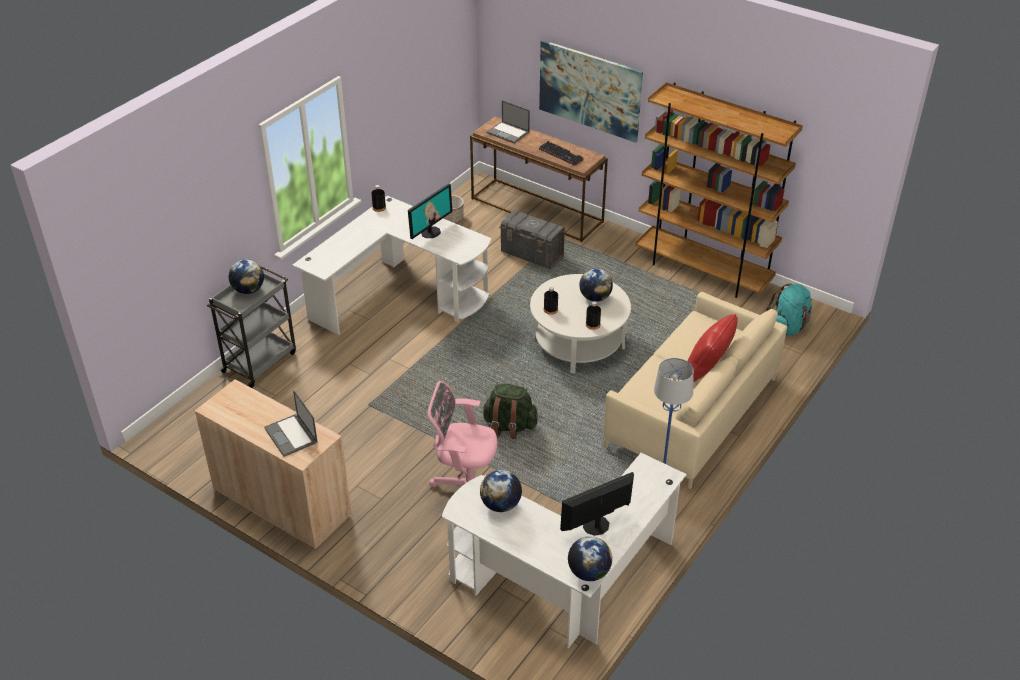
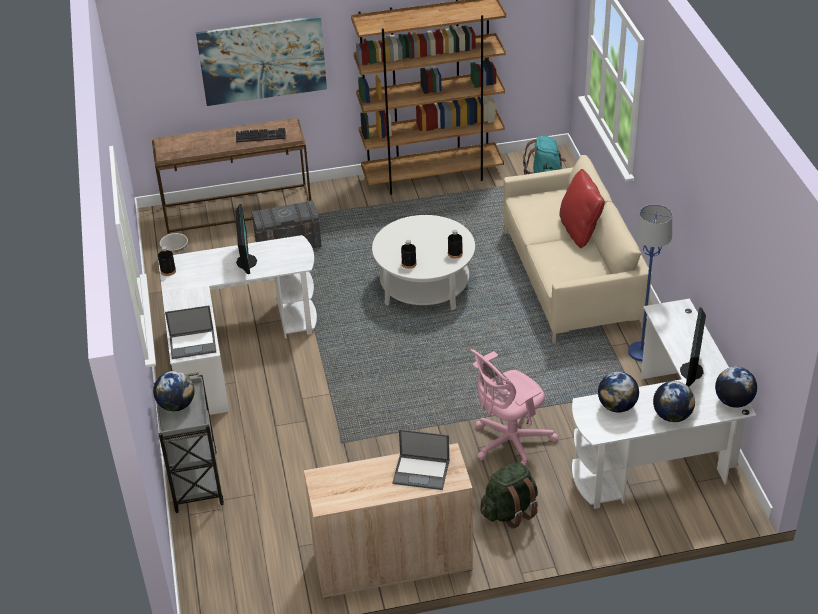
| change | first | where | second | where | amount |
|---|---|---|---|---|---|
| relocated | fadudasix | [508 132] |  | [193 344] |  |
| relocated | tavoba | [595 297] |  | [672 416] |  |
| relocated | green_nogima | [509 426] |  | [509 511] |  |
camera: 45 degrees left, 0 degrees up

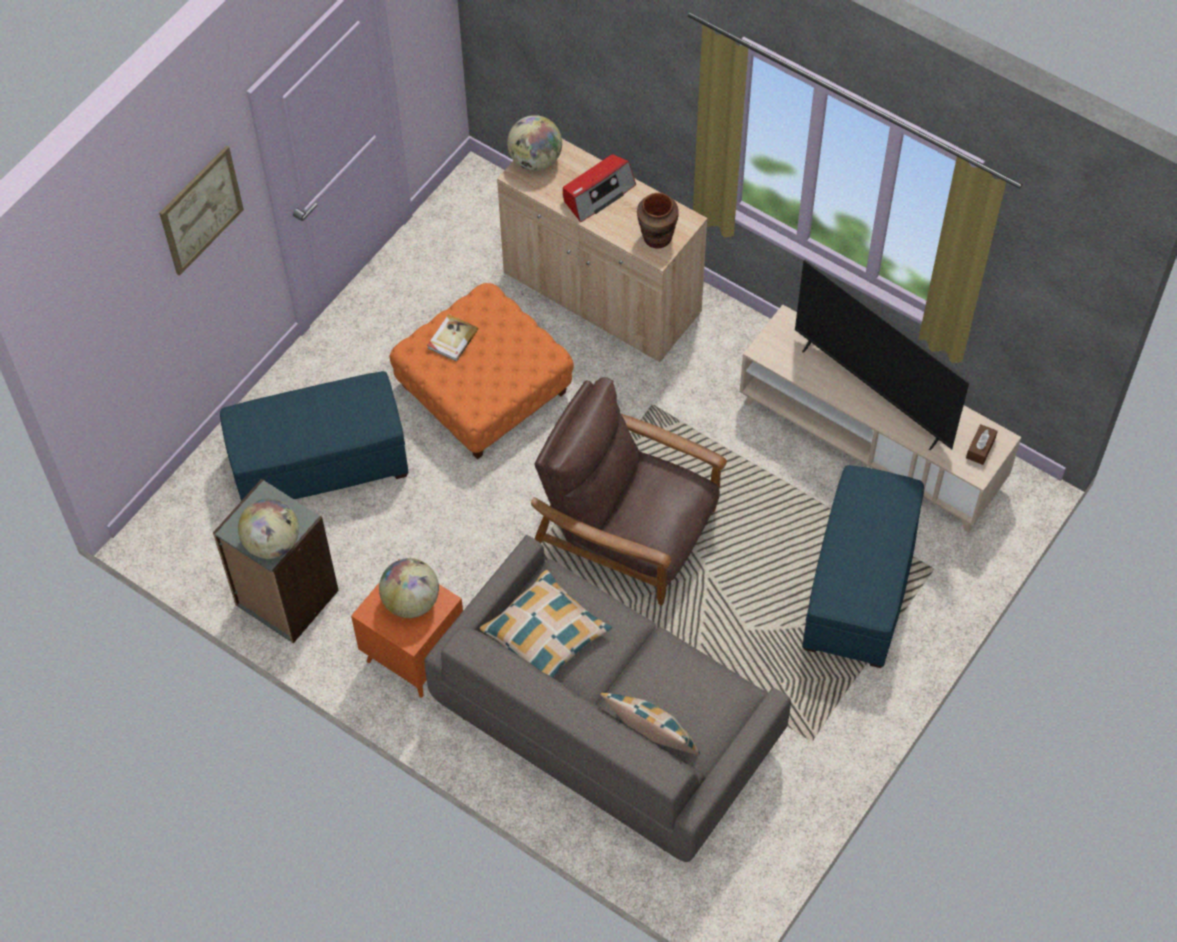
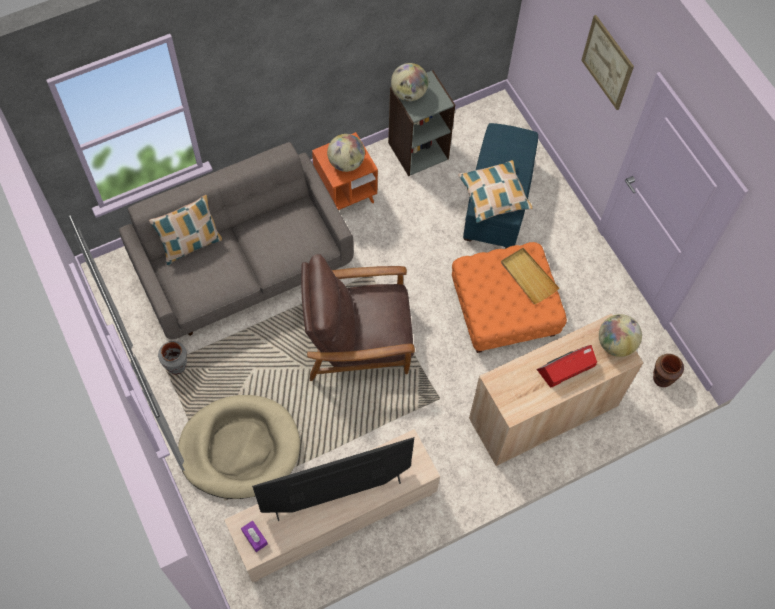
| change | first | where | second | where | amount |
|---|---|---|---|---|---|
| spun | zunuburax | [598 194] |  | [566 368] | 75 degrees clockwise |
| relocated | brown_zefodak | [657 238] |  | [662 378] |  |
| exchanged | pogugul | [452 339] | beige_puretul | [528 277] |  |
| spun | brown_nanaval | [628 530] |  | [358 339] | 150 degrees counterclockwise |
| colour | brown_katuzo | [980 448] | purple_katuzo | [254 537] |  |
| exchanged | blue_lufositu | [859 587] | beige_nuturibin | [240 448] |  |
| relocated | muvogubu | [545 634] |  | [494 195] |  |
| appeared |  |  | grey_zefodak | [176 366] |  |
camera: 115 degrees right, 5 degrees up

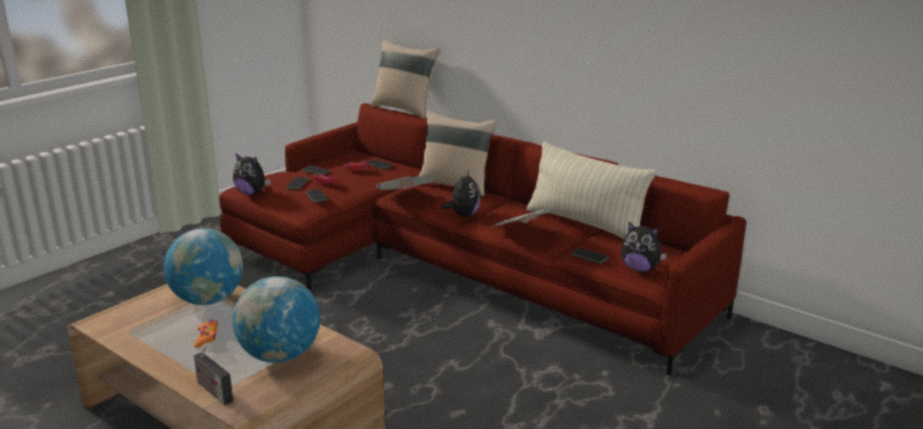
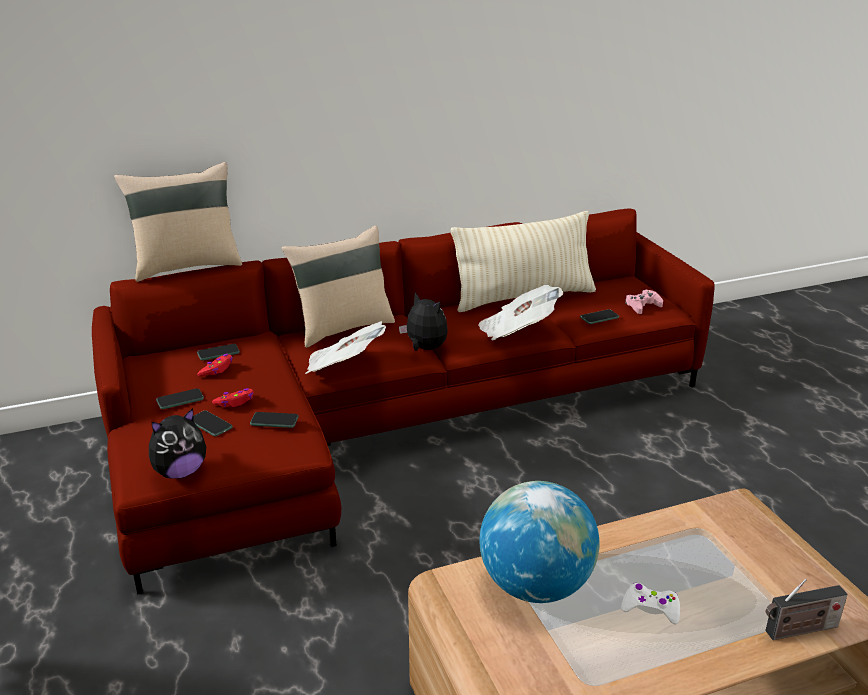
| change | first | where | second | where | amount |
|---|---|---|---|---|---|
| exchanged | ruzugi | [640 269] | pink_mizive | [642 306] |  |
| missing | tavoba | [280 356] |  |  |  |
| colour | orange_mizive | [207 337] | white_mizive | [650 608] |  |
camera: 60 degrees left, 5 degrees up

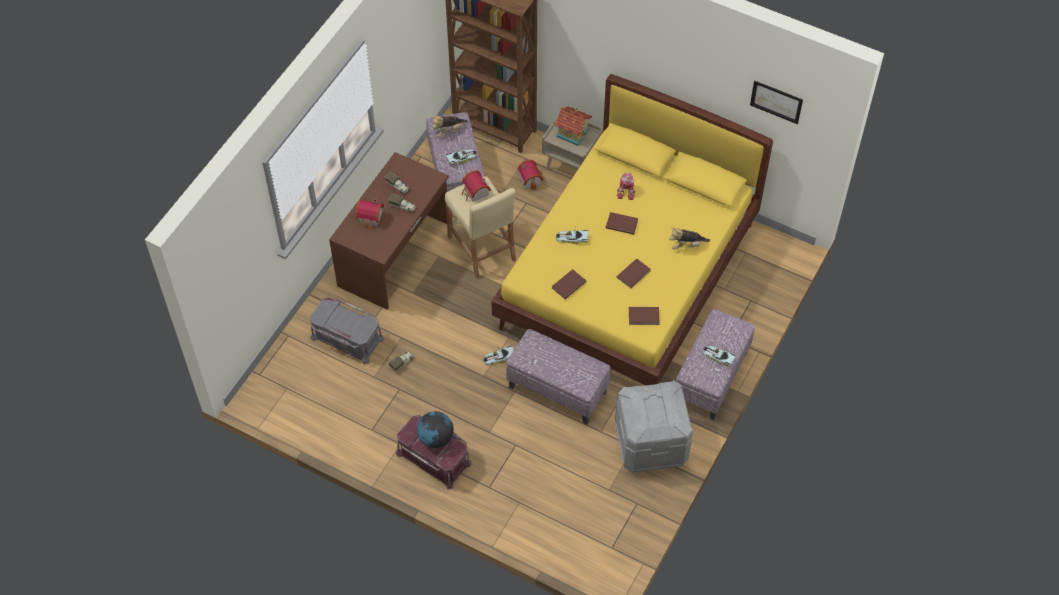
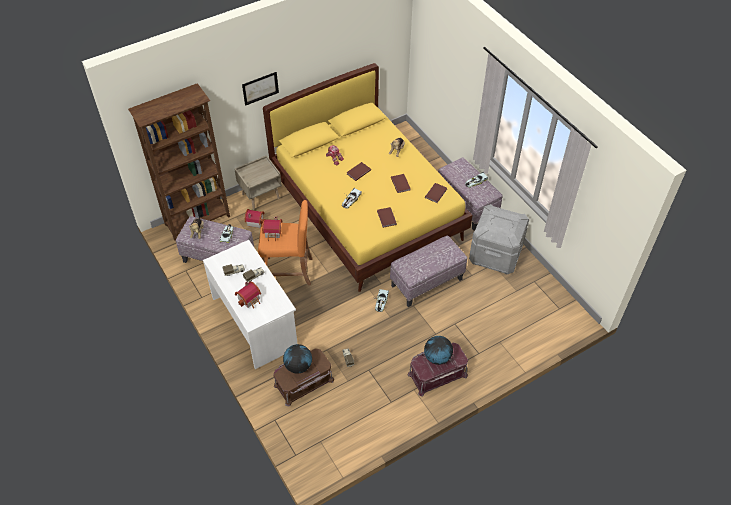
| change | first | where | second | where | amount |
|---|---|---|---|---|---|
| relocated | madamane | [776 102] |  | [260 88] |  |
| missing | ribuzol | [573 132] |  |  |  |
| colour | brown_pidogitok | [395 254] | white_pidogitok | [255 322] |  |
| colour | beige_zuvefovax | [481 248] | orange_zuvefovax | [288 271] |  |
| colour | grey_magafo | [346 338] | brown_magafo | [304 383] |  |
| appeared |  |  | tavoba | [298 366] |  |
camera: 60 degrees left, 5 degrees down

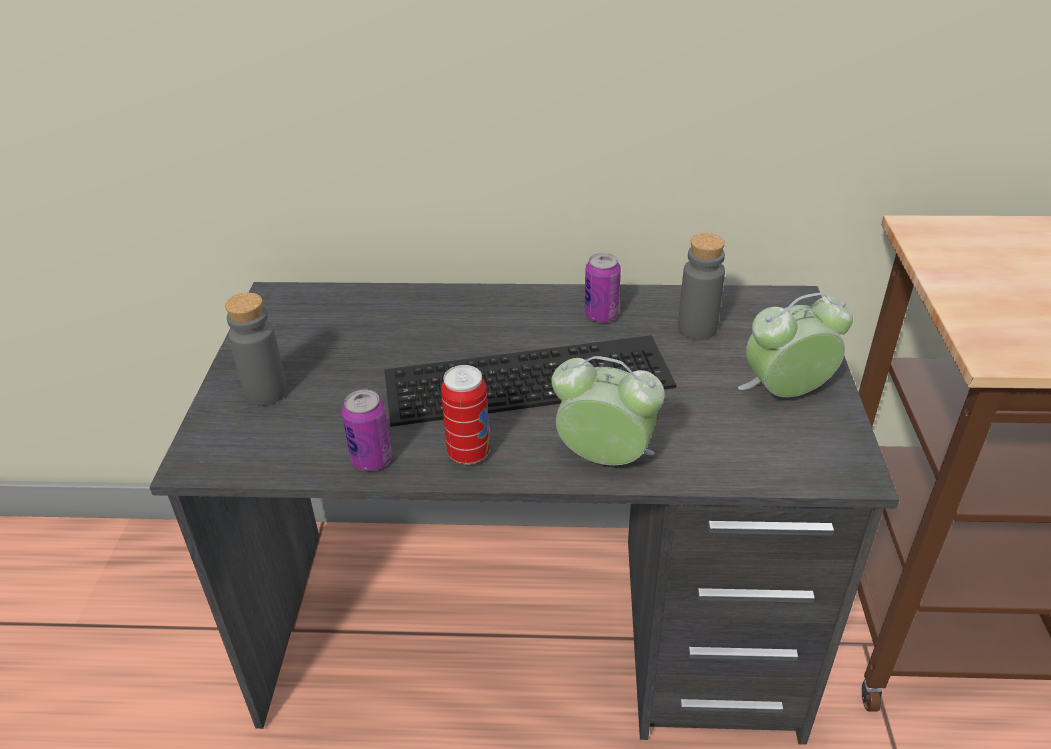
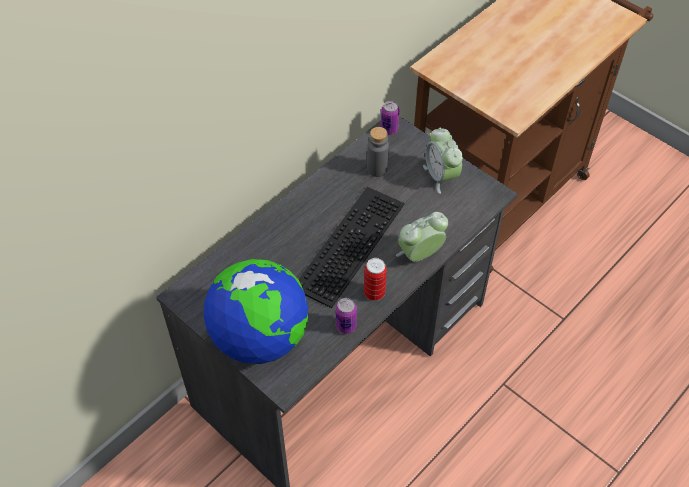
| change | first | where | second | where | amount |
|---|---|---|---|---|---|
| relocated | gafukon | [601 315] |  | [389 130] |  |
| exchanged | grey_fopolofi | [266 392] | tavoba | [260 338] |  |
| spun | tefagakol | [786 393] |  | [441 176] | 45 degrees counterclockwise |
camera: 50 degrees left, 15 degrees up

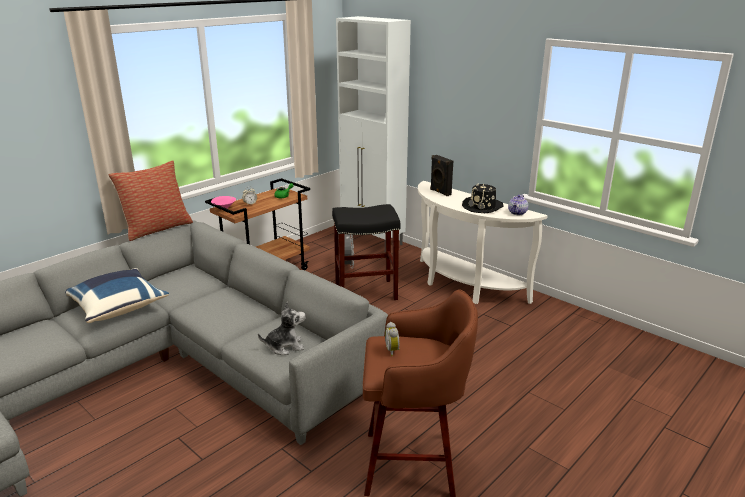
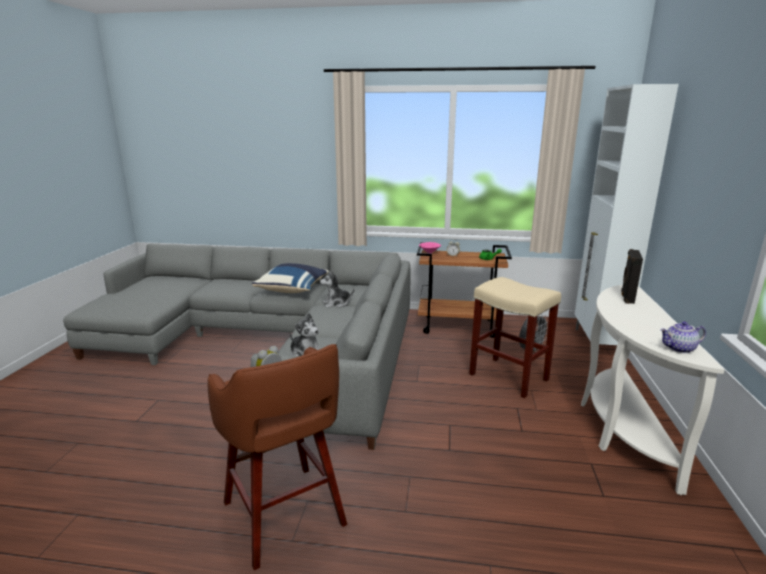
| change | first | where | second | where | amount |
|---|---|---|---|---|---|
| missing | muvogubu | [157 228] |  |  |  |
| missing | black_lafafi | [483 206] |  |  |  |
| colour | black_zuvefovax | [366 291] | beige_zuvefovax | [509 377] |  |
| appeared |  |  | ruzugi | [336 303] |  |
camera: 55 degrees right, 5 degrees down

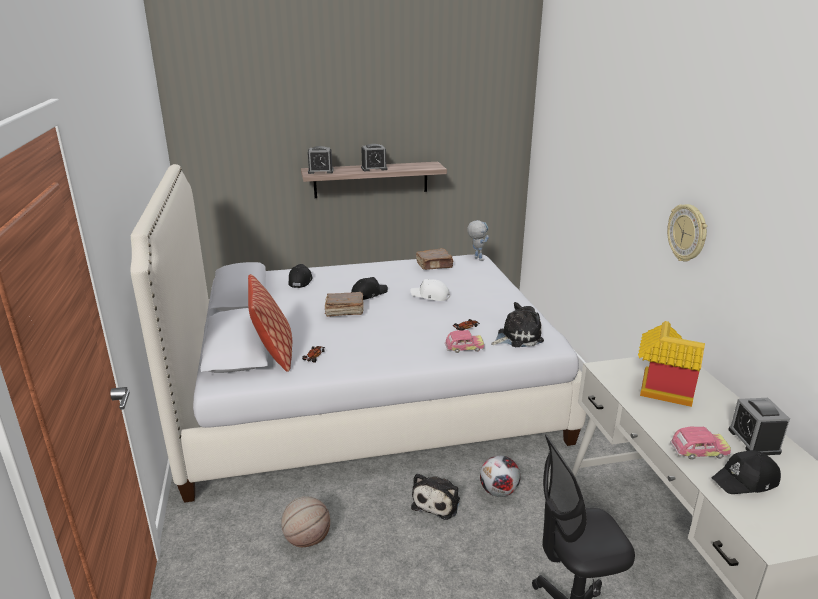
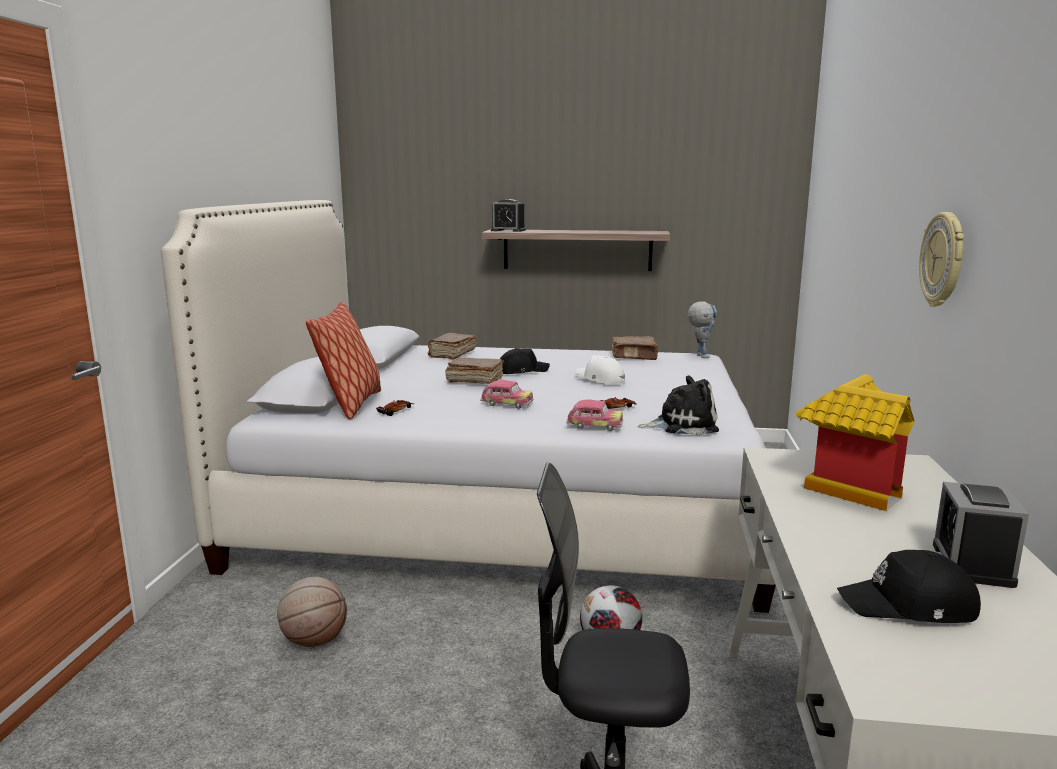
| change | first | where | second | where | amount |
|---|---|---|---|---|---|
| missing | tefagakol | [374 168] |  |  |  |
| exchanged | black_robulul | [300 281] | brown_pogugul | [451 354] |  |
| relocated | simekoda | [698 452] |  | [507 404] |  |
| missing | ruzugi | [437 502] |  |  |  |
camera: 20 degrees right, 10 degrees down

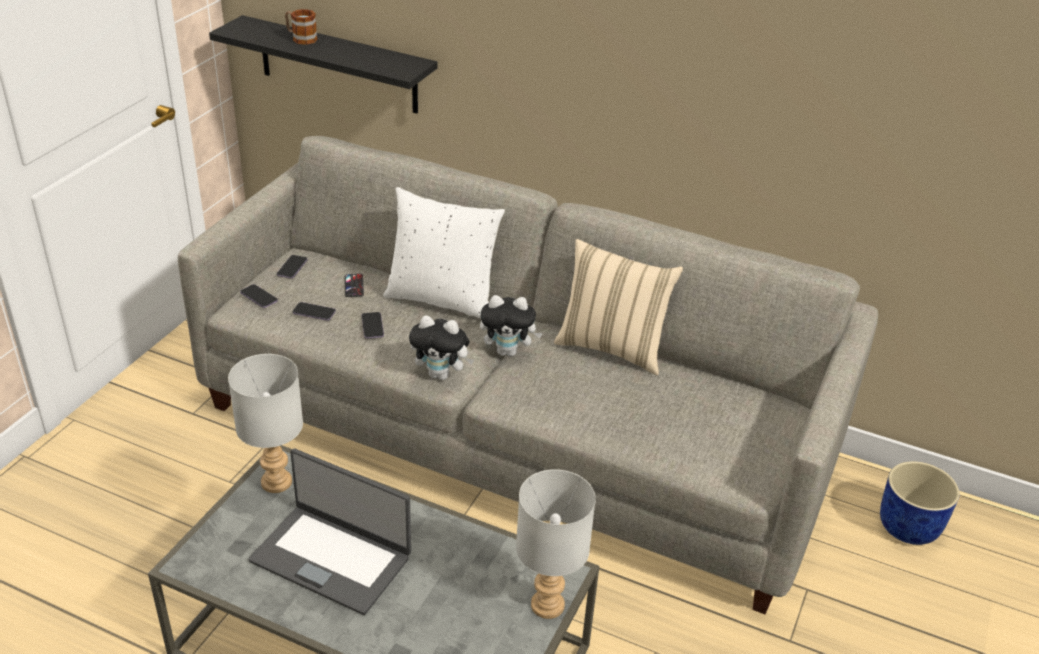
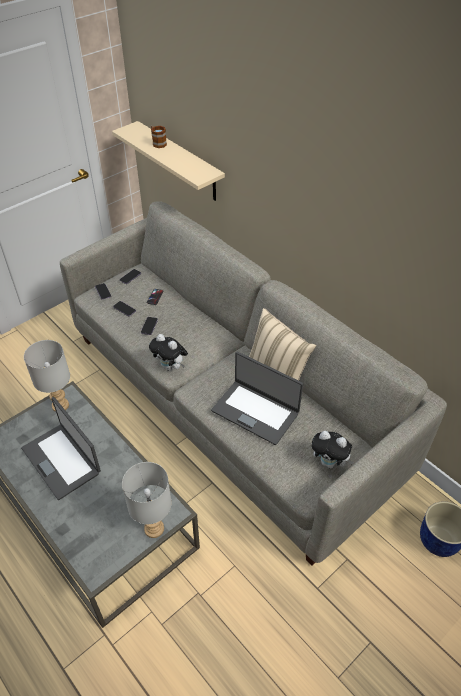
| change | first | where | second | where | amount |
|---|---|---|---|---|---|
| colour | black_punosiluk | [338 65] | beige_punosiluk | [180 161] |  |
| missing | white_muvogubu | [442 299] |  |  |  |
| relocated | ruzugi | [508 351] |  | [329 463] |  |
| appeared |  |  | fadudasix | [255 411] |  |
camera: 25 degrees right, 10 degrees up

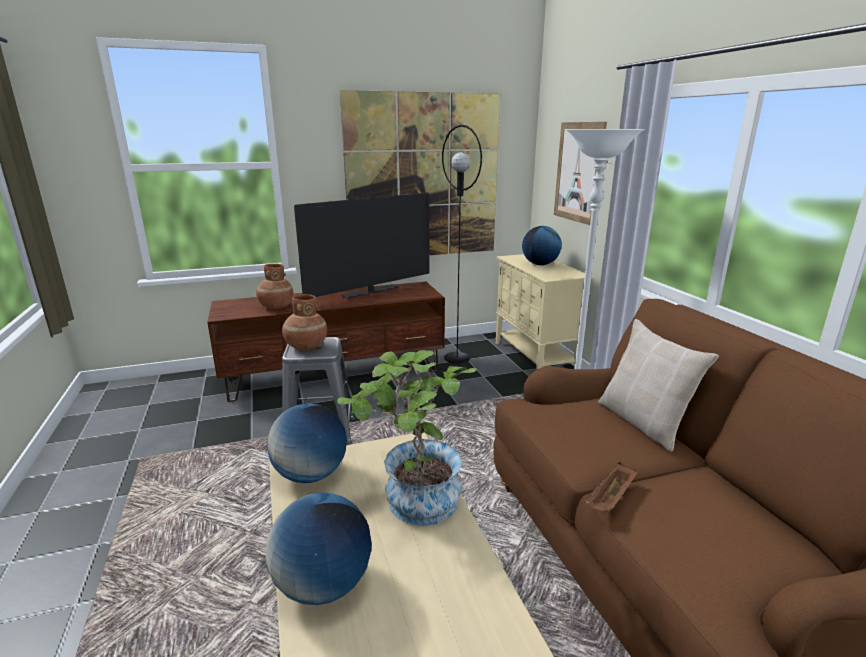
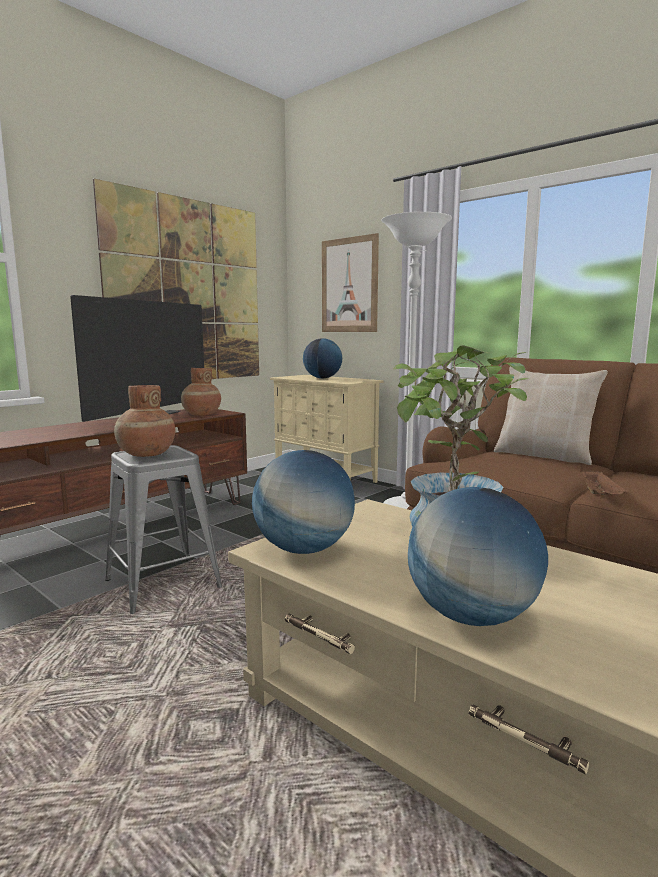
| change | first | where | second | where | amount |
|---|---|---|---|---|---|
| missing | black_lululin | [457 357] |  |  |  |
| relocated | brown_zefodak | [276 307] |  | [201 414] |  |
camera: 30 degrees left, 10 degrees down

